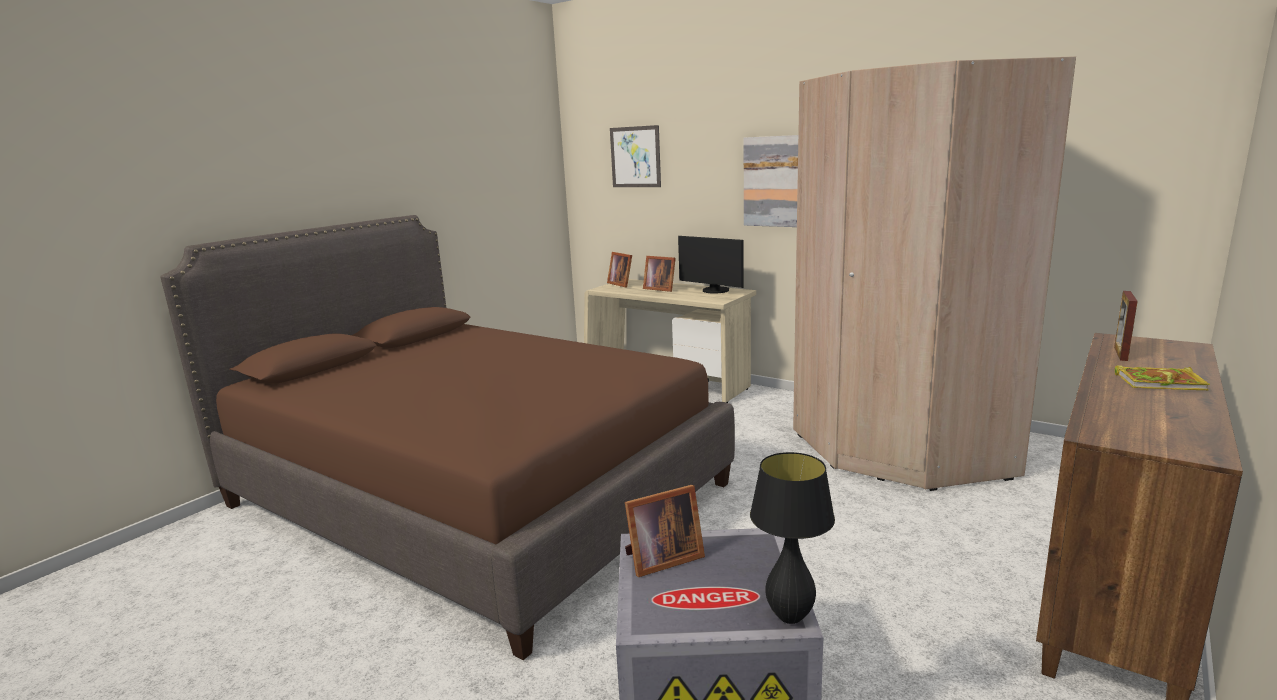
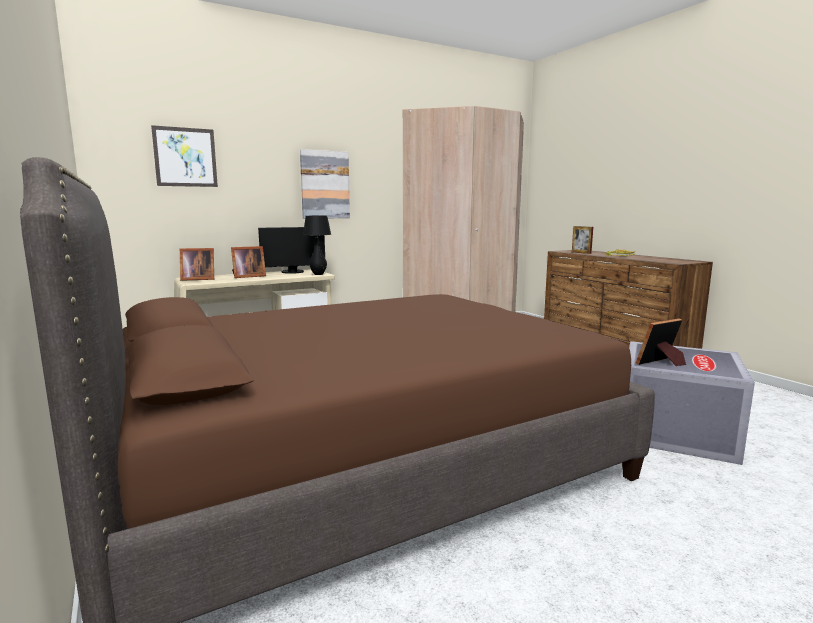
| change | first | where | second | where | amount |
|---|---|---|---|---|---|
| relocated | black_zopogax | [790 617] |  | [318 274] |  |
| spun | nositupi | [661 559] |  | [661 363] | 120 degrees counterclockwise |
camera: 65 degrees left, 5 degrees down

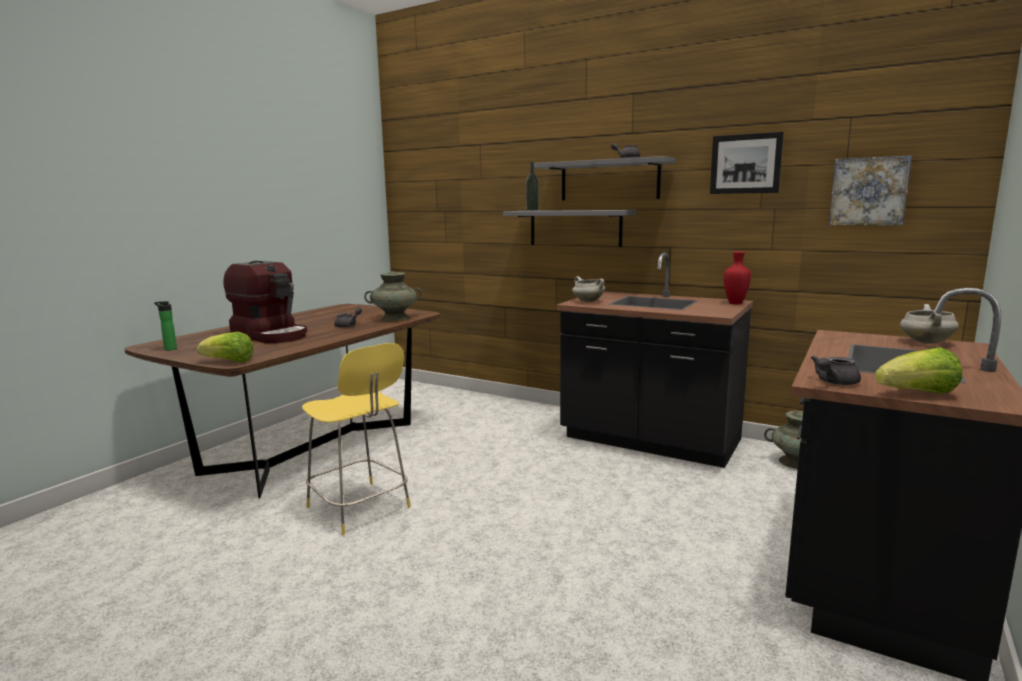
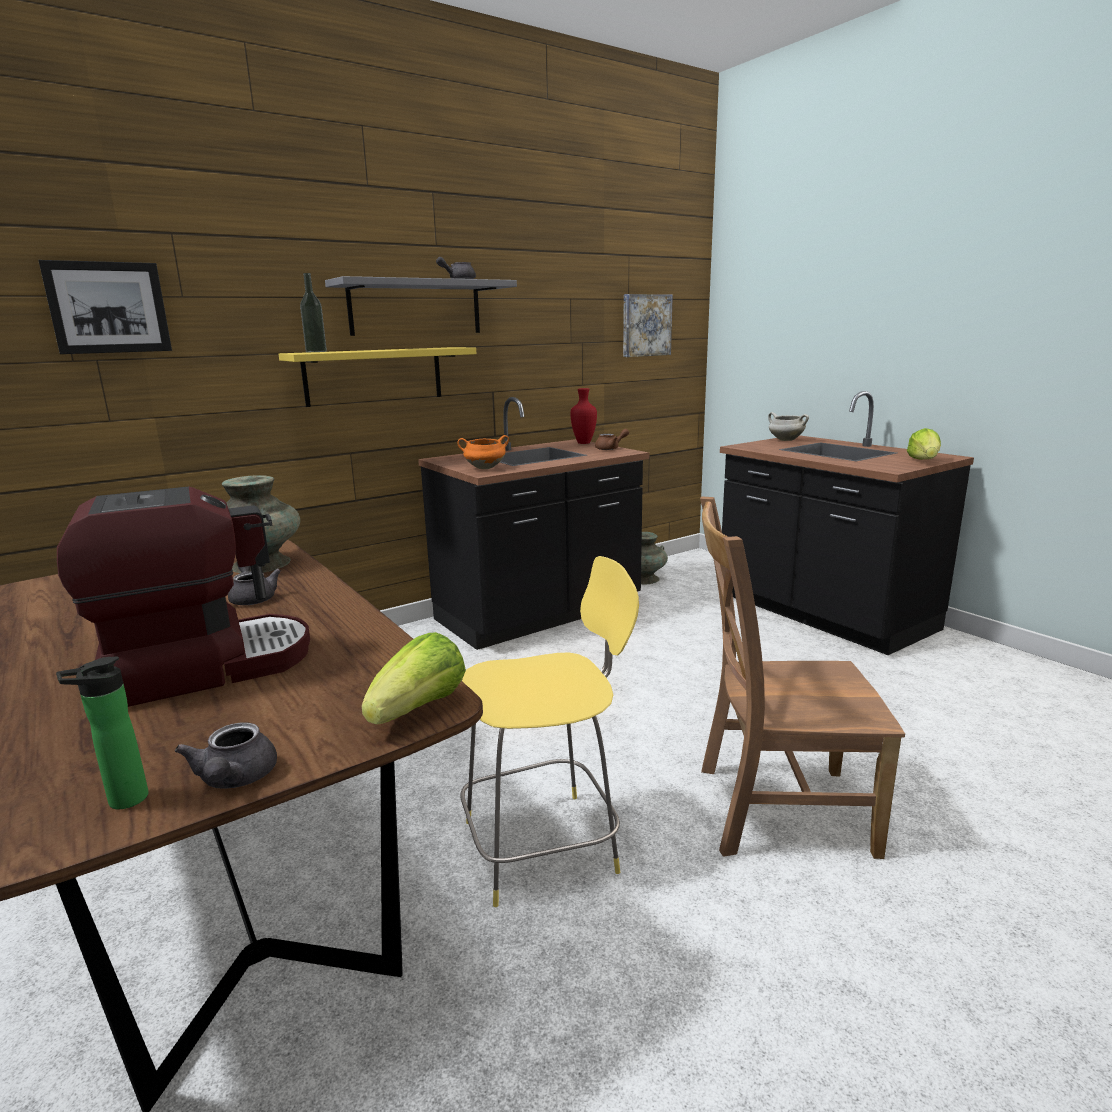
| change | first | where | second | where | amount |
|---|---|---|---|---|---|
| relocated | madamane | [746 164] |  | [108 308] |  |
| colour | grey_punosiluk | [575 228] | yellow_punosiluk | [374 376] |  |
| colour | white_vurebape | [587 301] | orange_vurebape | [484 468] |  |
| relocated | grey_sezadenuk | [833 382] |  | [235 780] |  |
| appeared |  |  | brown_sezadenuk | [610 448] |  |
| appeared |  |  | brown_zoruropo | [775 808] |  |
camera: 65 degrees left, 5 degrees up

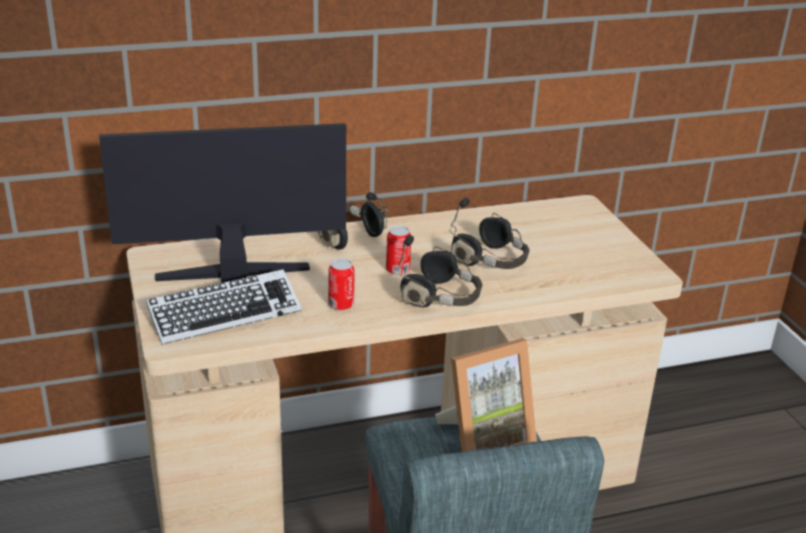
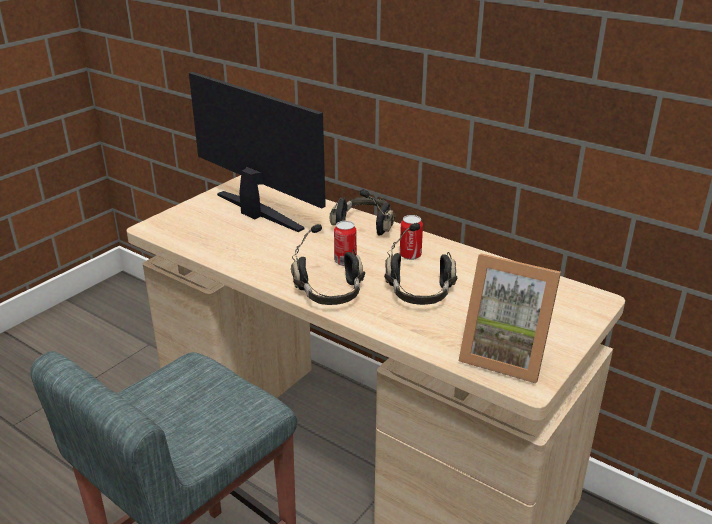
| change | first | where | second | where | amount |
|---|---|---|---|---|---|
| relocated | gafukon | [341 305] |  | [410 255] |  |
| missing | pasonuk | [225 314] |  |  |  |
| relocated | nositupi | [484 441] |  | [505 355] |  |
camera: 55 degrees right, 0 degrees up

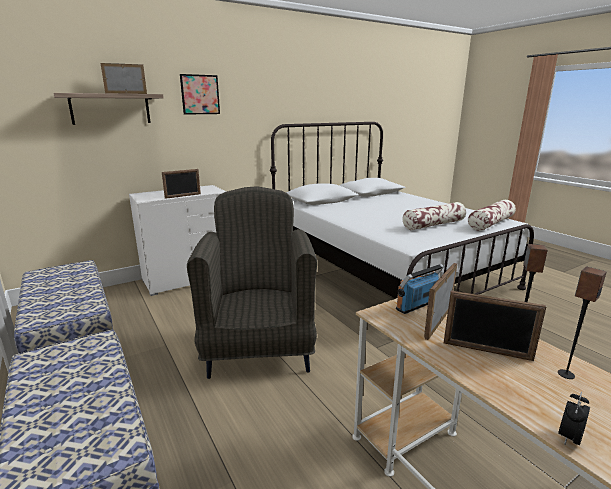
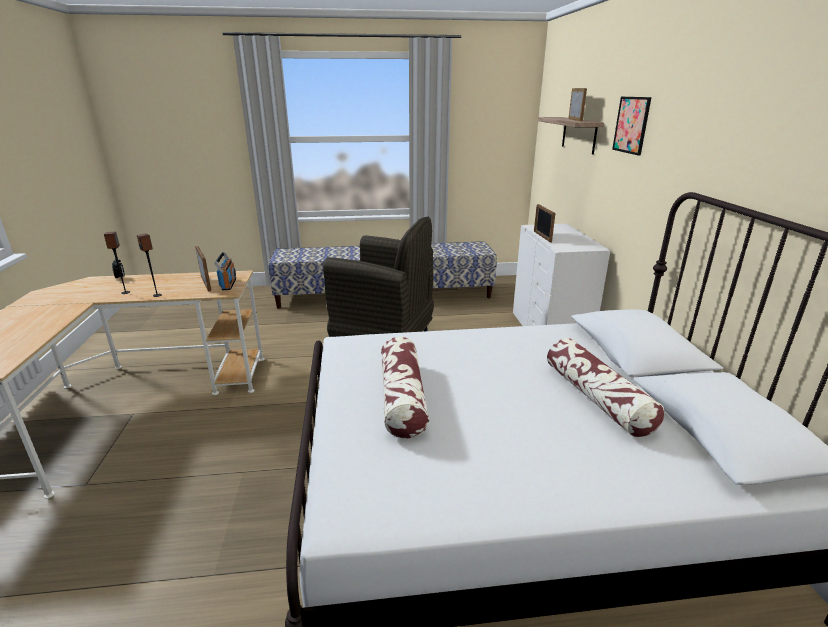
| change | first | where | second | where | amount |
|---|---|---|---|---|---|
| relocated | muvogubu | [491 223] |  | [597 398] |  |
| missing | nositupi | [486 351] |  |  |  |
camera: 115 degrees right, 5 degrees up

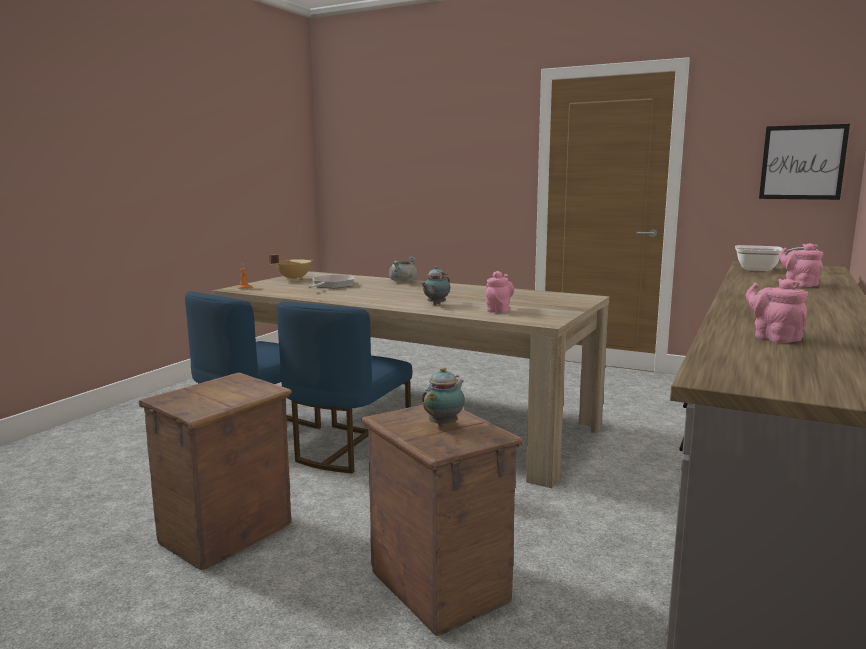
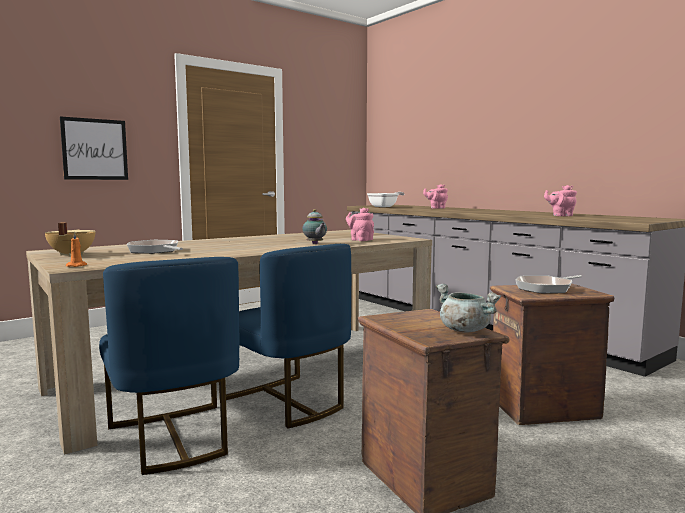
| change | first | where | second | where | amount |
|---|---|---|---|---|---|
| relocated | madamane | [802 162] |  | [95 149] |  |
| relocated | grey_vurebape | [403 282] |  | [464 330] |  |
| exchanged | sezadenuk | [445 424] | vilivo | [546 288] |  |
camera: 65 degrees left, 5 degrees down

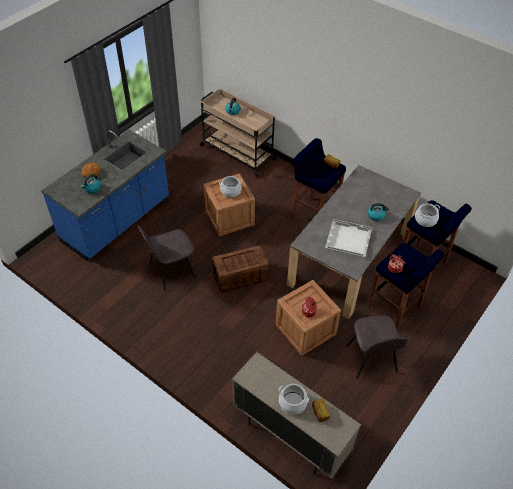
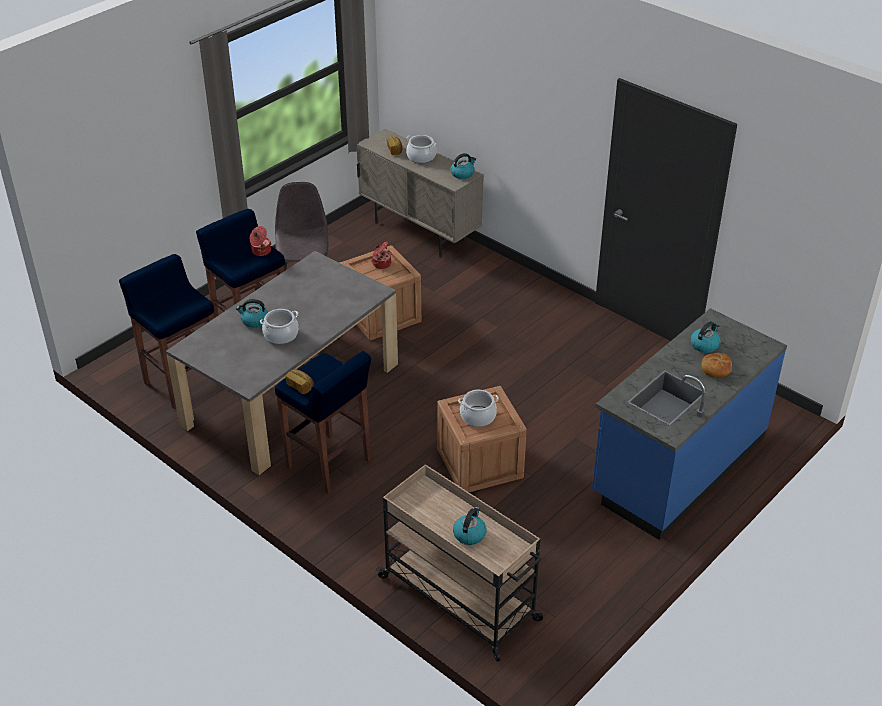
| change | first | where | second | where | amount |
|---|---|---|---|---|---|
| relocated | vurebape | [425 220] |  | [281 335] |  |
| missing | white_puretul | [348 239] |  |  |  |
| missing | grey_zoruropo | [171 271] |  |  |  |
| missing | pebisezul | [239 277] |  |  |  |
| appeared |  |  | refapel | [462 174] |  |
camera: 175 degrees left, 10 degrees down

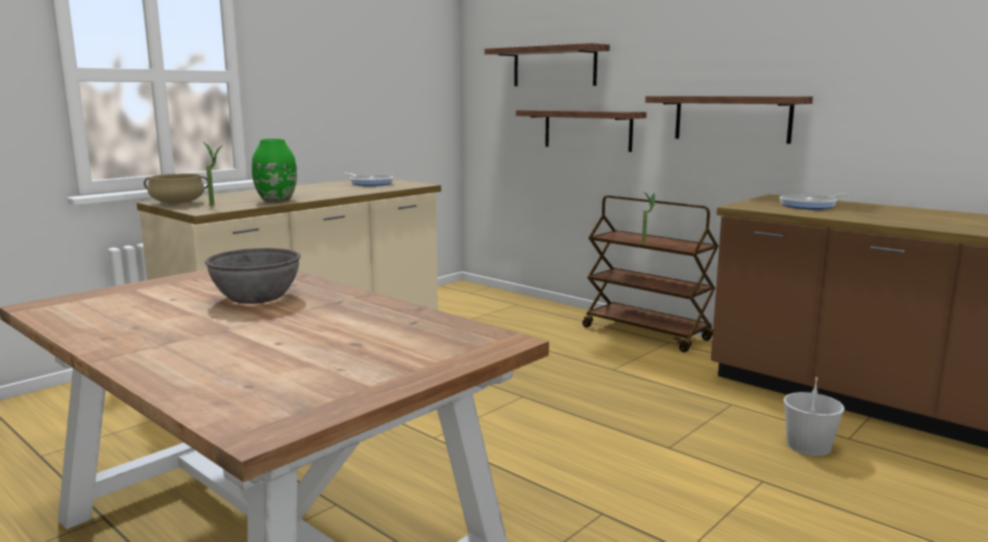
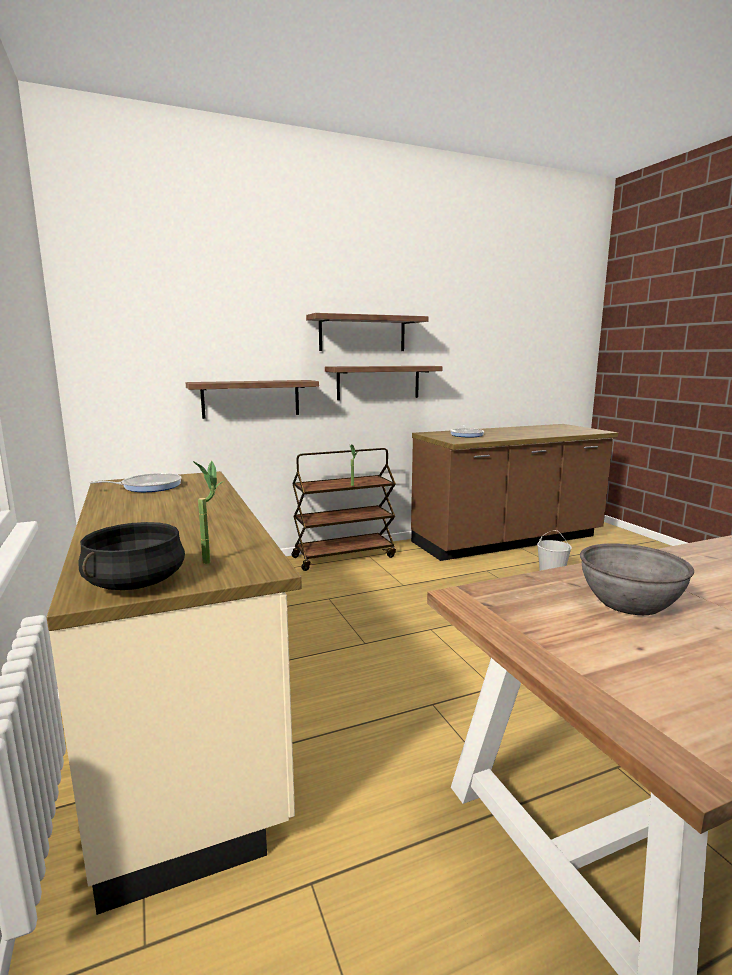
| change | first | where | second | where | amount |
|---|---|---|---|---|---|
| relocated | punosiluk | [554 66] |  | [362 333] |  |
| missing | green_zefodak | [277 200] |  |  |  |
| colour | beige_vurebape | [178 203] | black_vurebape | [135 582] |  |
camera: 65 degrees left, 0 degrees up

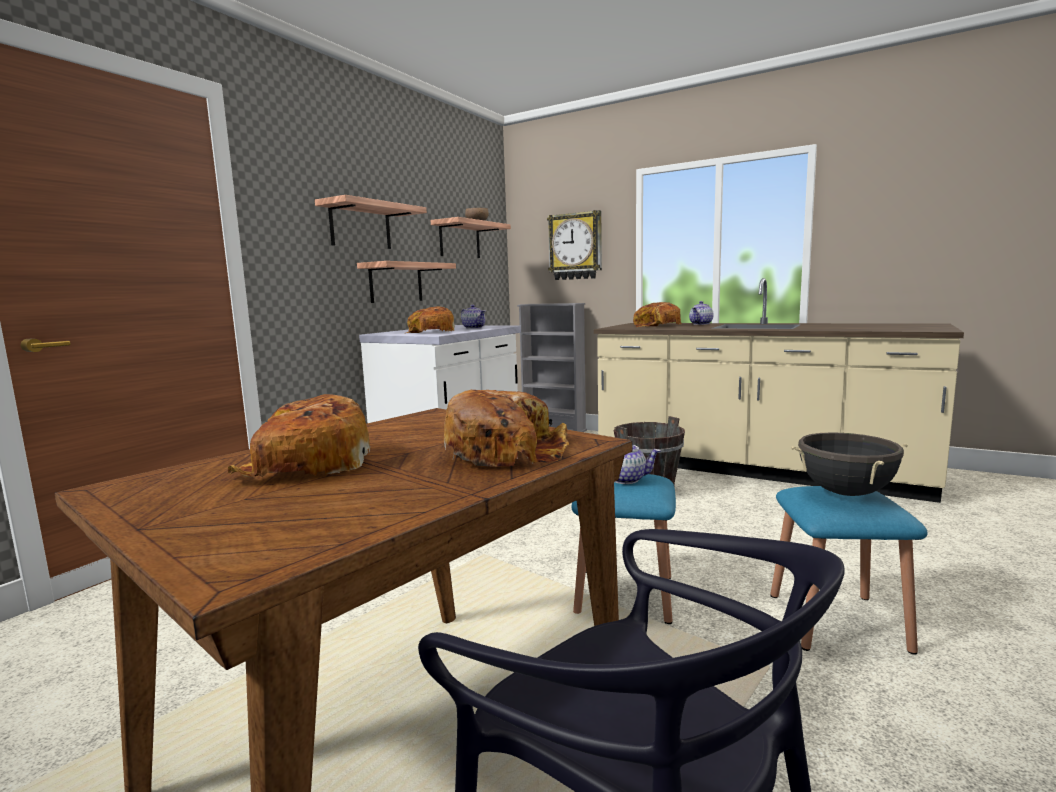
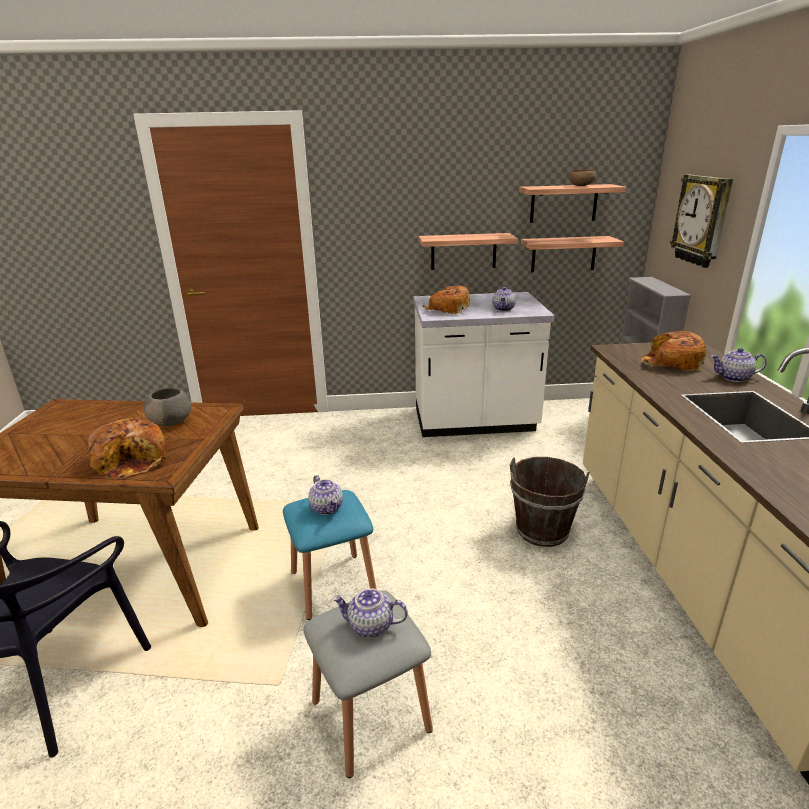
| change | first | where | second | where | amount |
|---|---|---|---|---|---|
| relocated | punosiluk | [360 226] |  | [563 254] |  |
| missing | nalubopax | [305 464] |  |  |  |
| exchanged | black_vurebape | [846 493] | sezadenuk | [370 626] |  |
| colour | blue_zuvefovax | [837 621] | grey_zuvefovax | [370 715] |  |
| appeared |  |  | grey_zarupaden | [172 422] |  |
camera: 55 degrees right, 15 degrees up

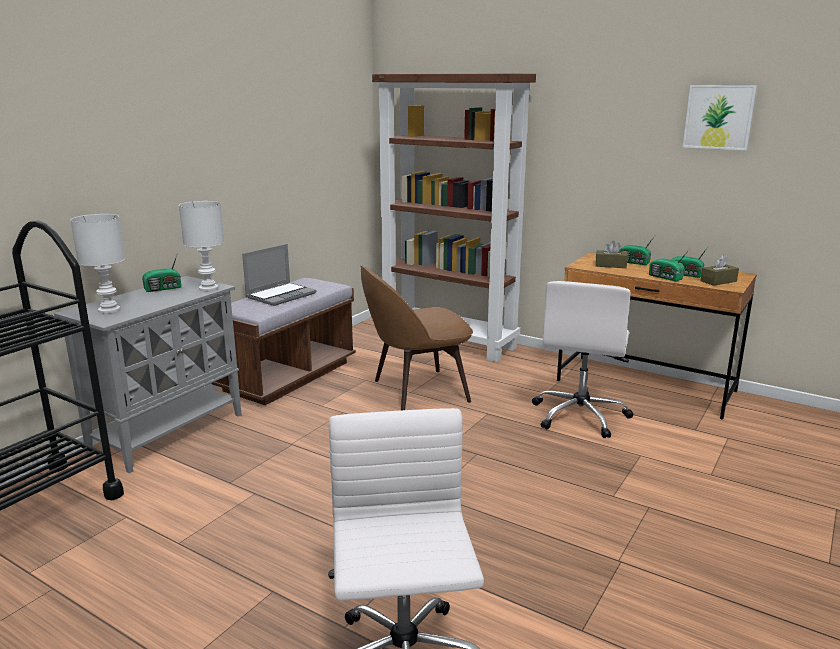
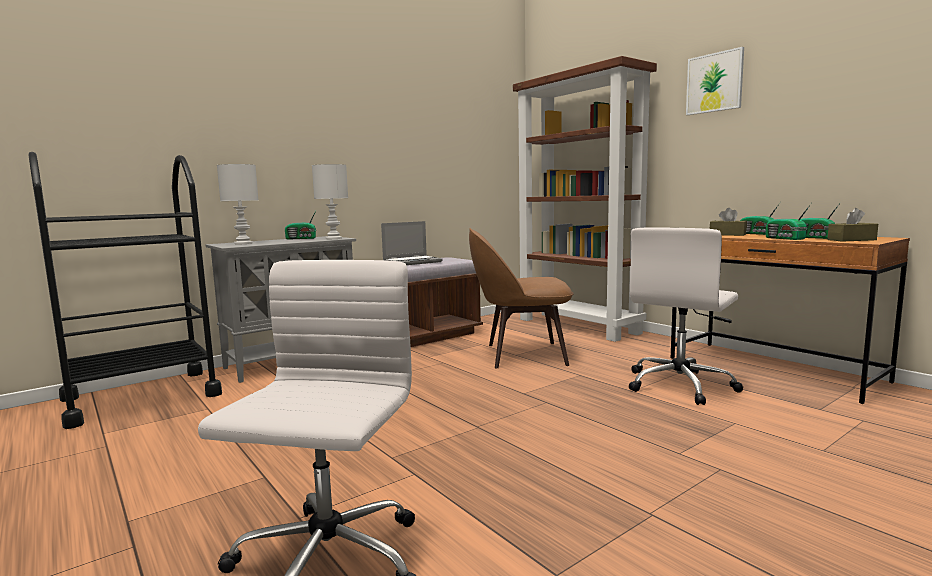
| change | first | where | second | where | amount |
|---|---|---|---|---|---|
| relocated | madamane | [718 117] |  | [714 82] |  |
camera: 20 degrees right, 10 degrees down

